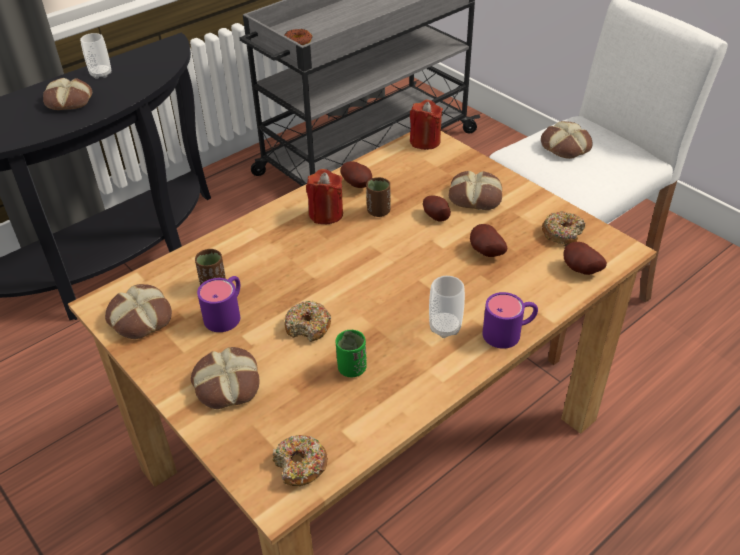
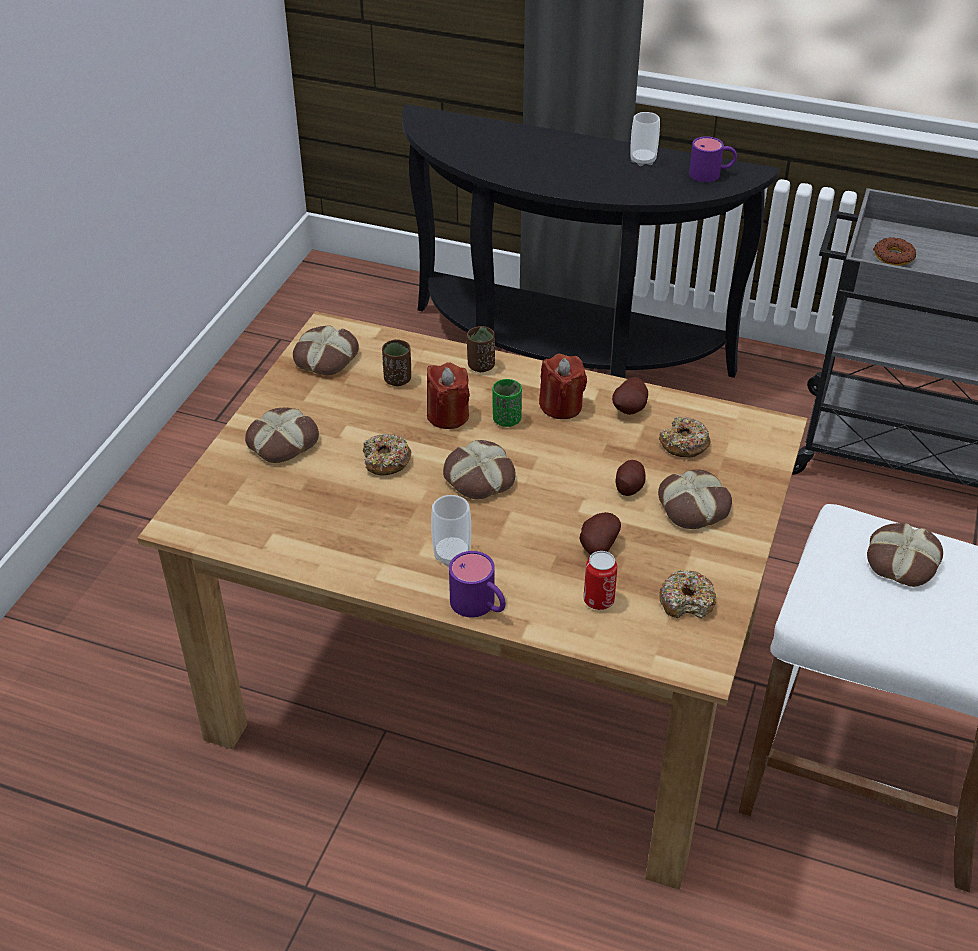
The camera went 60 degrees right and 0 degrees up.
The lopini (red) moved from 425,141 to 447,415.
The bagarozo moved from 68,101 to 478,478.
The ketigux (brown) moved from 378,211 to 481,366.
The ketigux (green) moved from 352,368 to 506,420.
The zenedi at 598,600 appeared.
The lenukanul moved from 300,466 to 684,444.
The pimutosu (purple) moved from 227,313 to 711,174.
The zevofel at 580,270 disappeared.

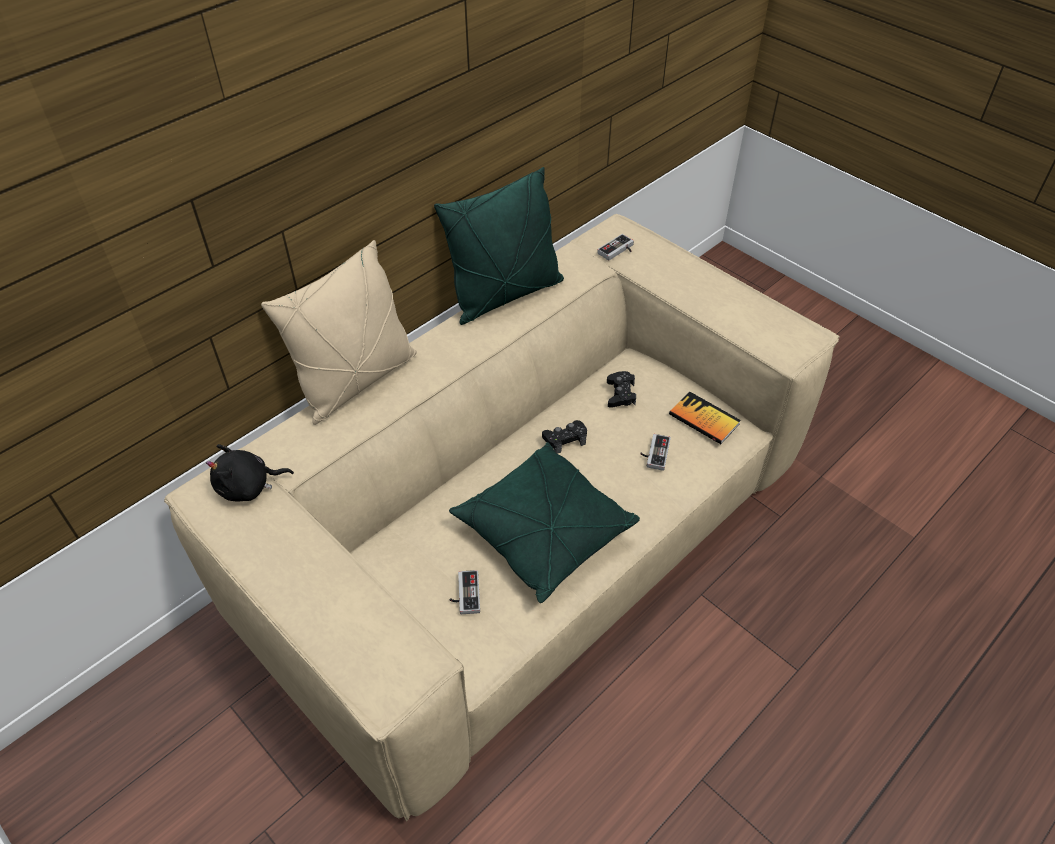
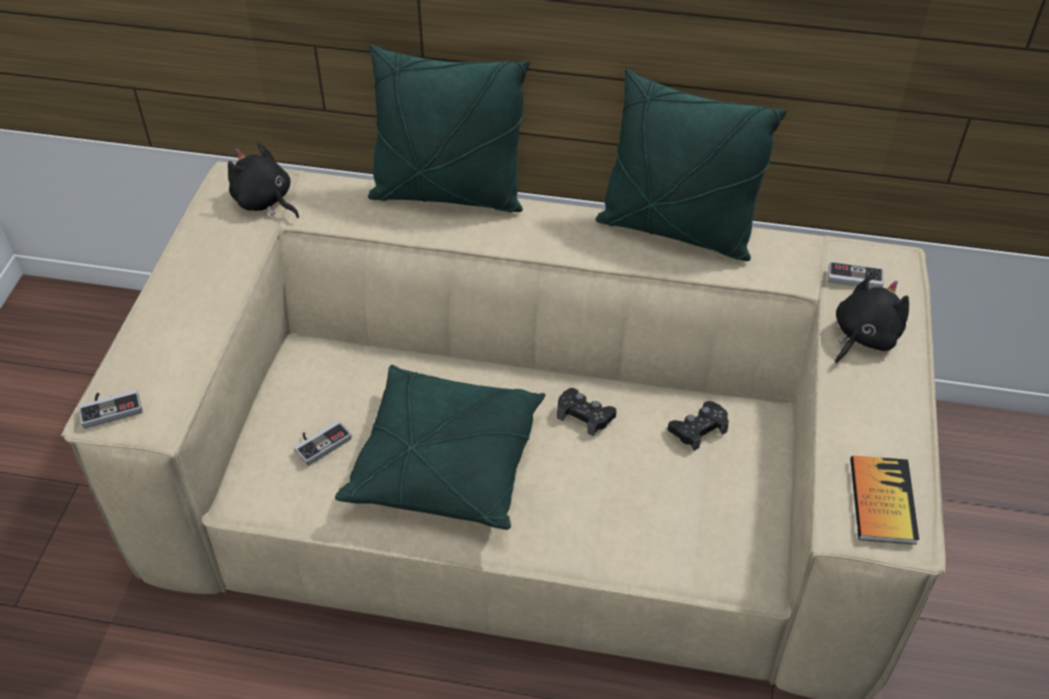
The camera went 55 degrees right and 0 degrees up.
The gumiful moved from 654,453 to 110,407.
The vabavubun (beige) at 356,381 became the vabavubun (green) at 448,194.
The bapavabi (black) at 863,336 appeared.
The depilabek moved from 704,419 to 882,501.

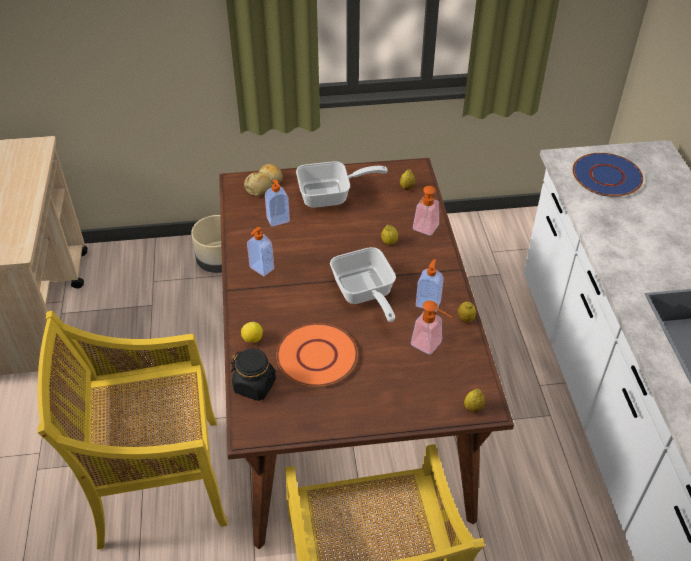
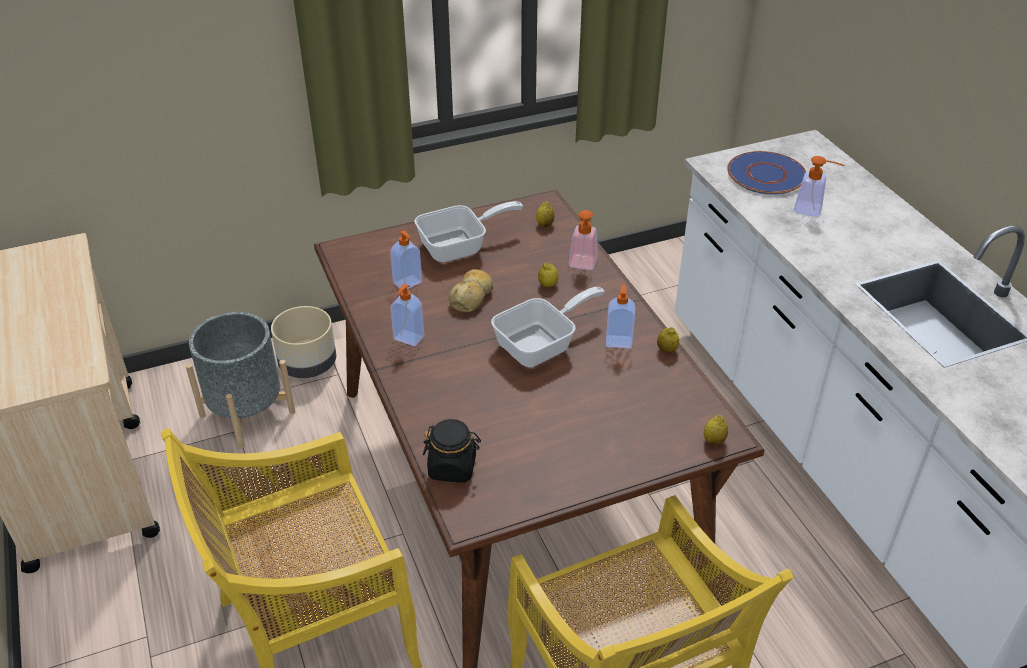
The camera went 15 degrees left and 5 degrees down.
The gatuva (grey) at 247,413 appeared.
The bagarozo moved from 264,184 to 472,296.
The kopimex at 364,294 turned 90 degrees counterclockwise.
The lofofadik moved from 431,345 to 813,210.
The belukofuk at 252,339 disappeared.
The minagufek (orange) at 316,356 disappeared.

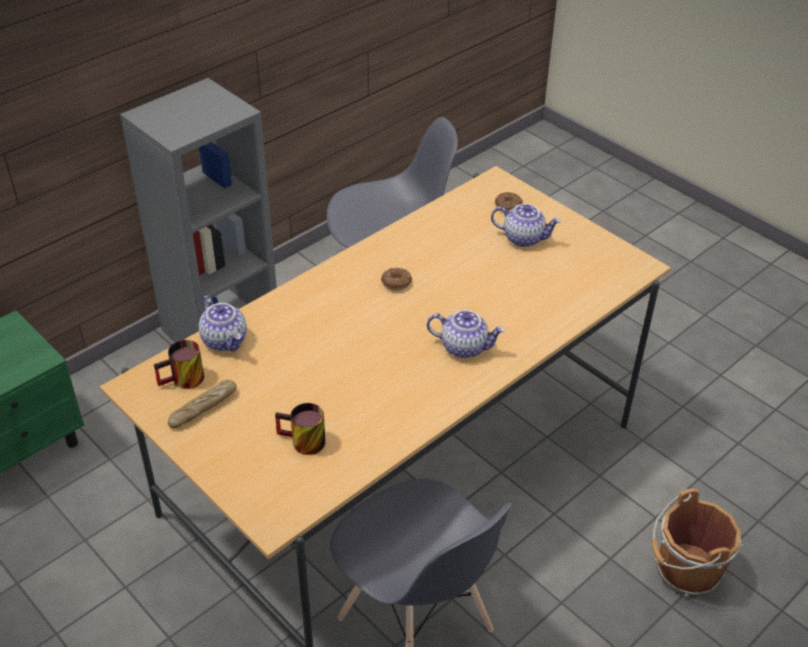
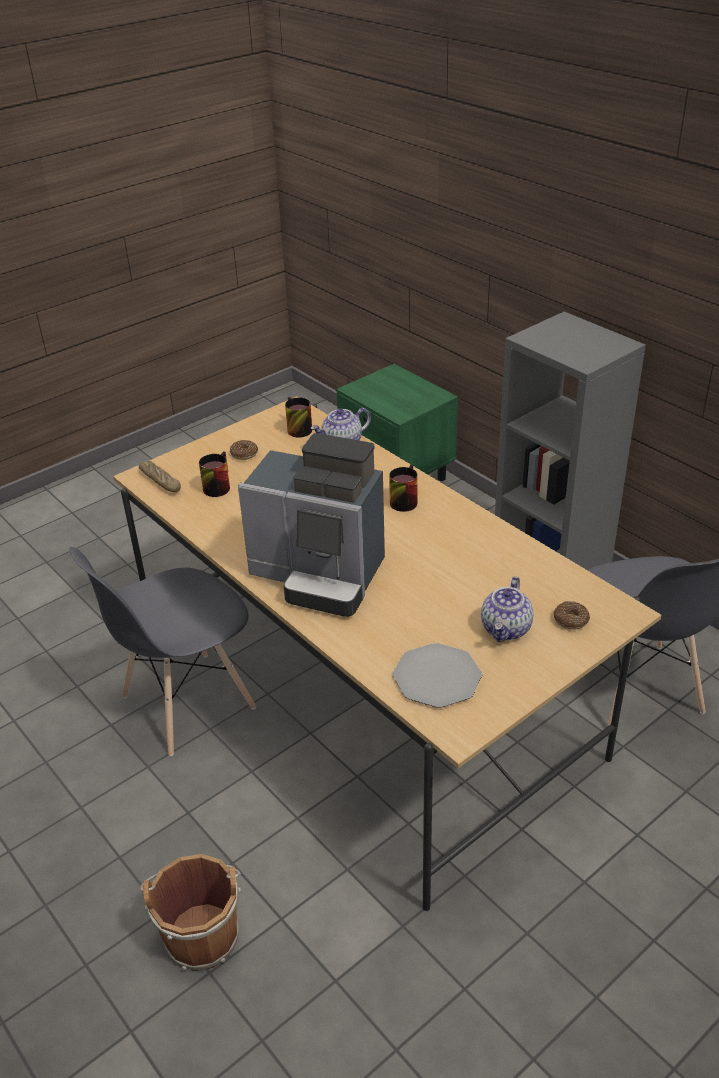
The camera went 95 degrees right and 5 degrees down.
The bagarozo moved from 203,408 to 160,481.
The lenukanul moved from 396,283 to 244,454.
The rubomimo at 464,347 was replaced by the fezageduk at 320,575.
The pimutosu at 402,500 appeared.
The minagufek at 437,677 appeared.

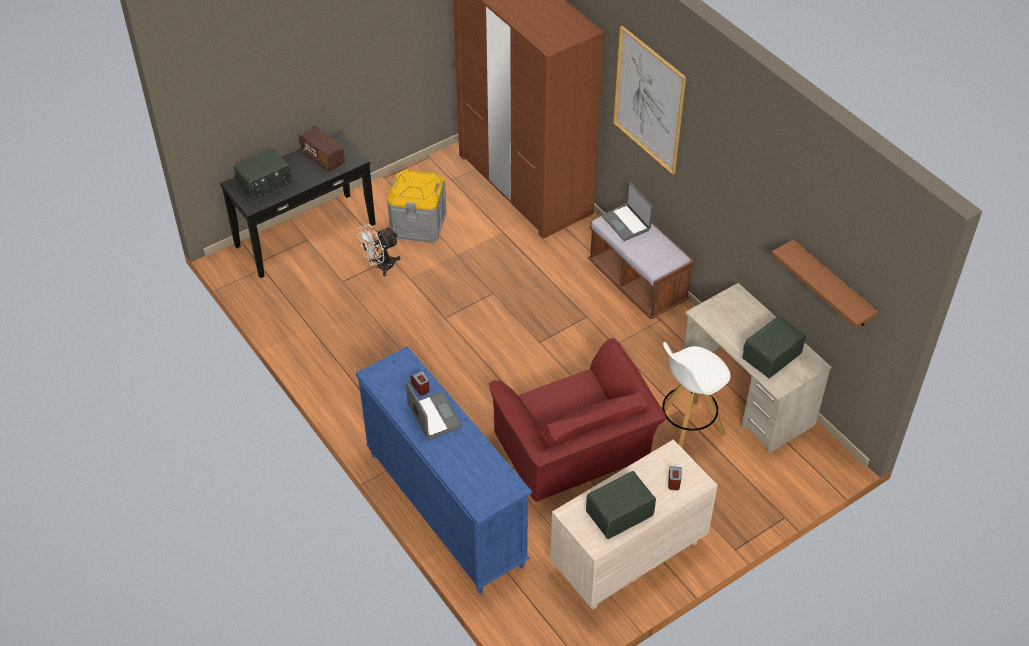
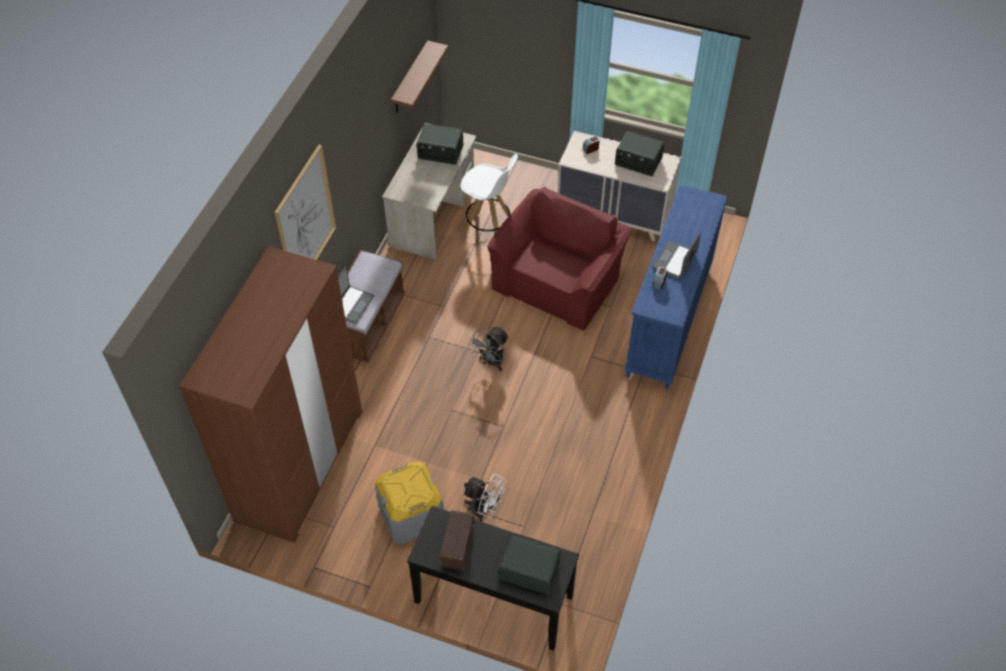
The camera went 125 degrees left and 5 degrees up.
The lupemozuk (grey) at 491,363 appeared.

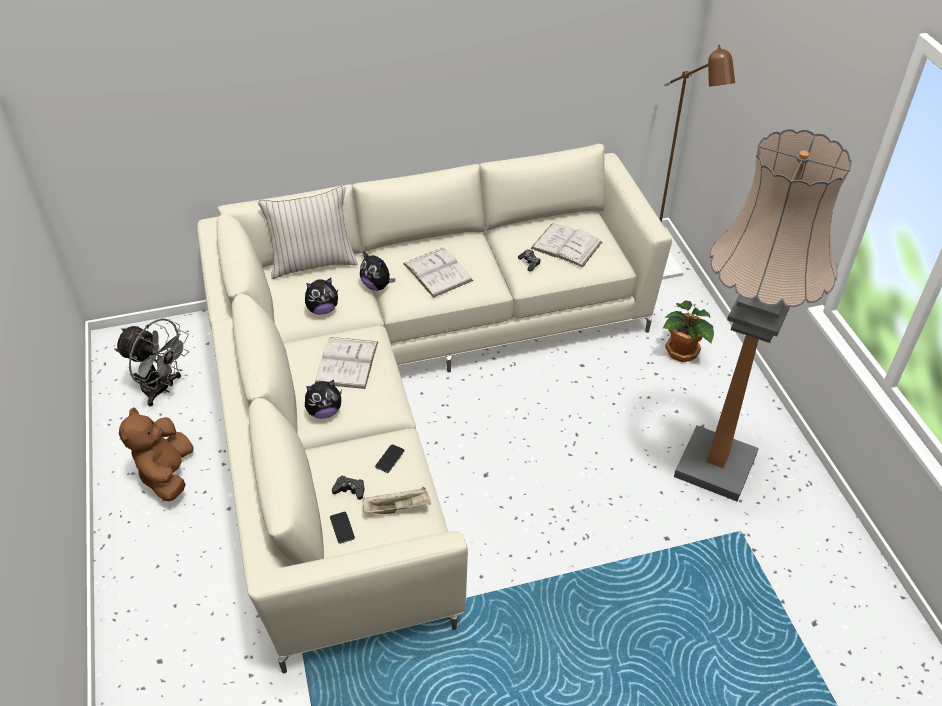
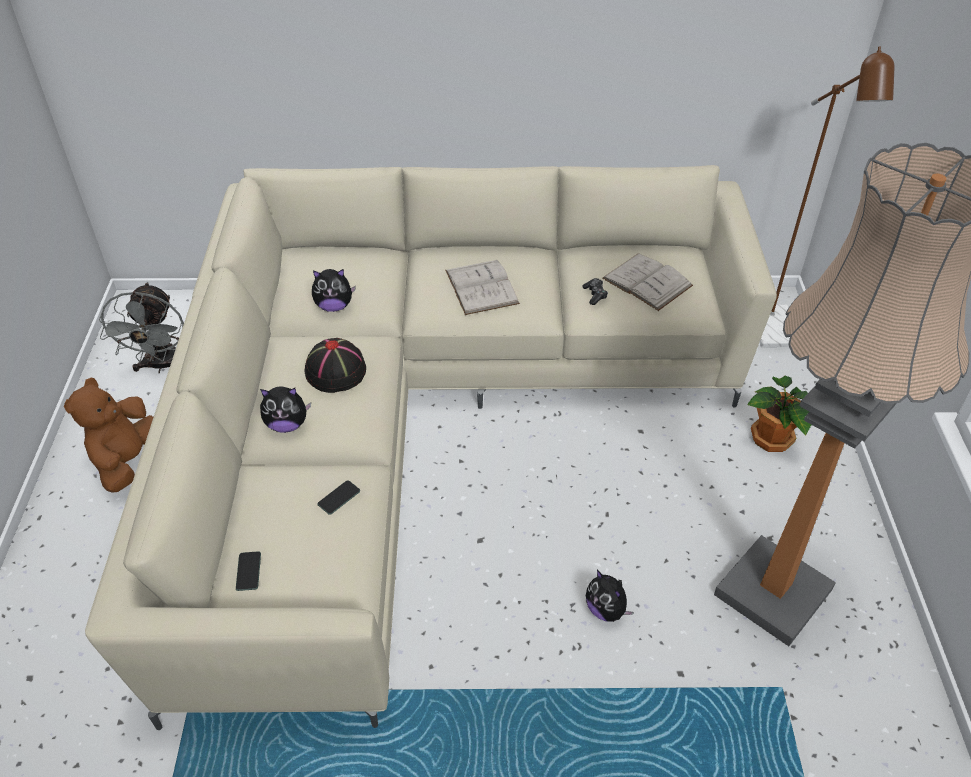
The camera went 15 degrees right and 0 degrees up.
The lupemozuk (grey) at 162,389 turned 45 degrees clockwise.
The depilabek (white) at 347,362 was replaced by the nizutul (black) at 336,372.
The bapavabi moved from 377,286 to 606,610.
The vabavubun (beige) at 312,263 disappeared.
The gumiful (black) at 350,490 disappeared.
The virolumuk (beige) at 398,507 disappeared.

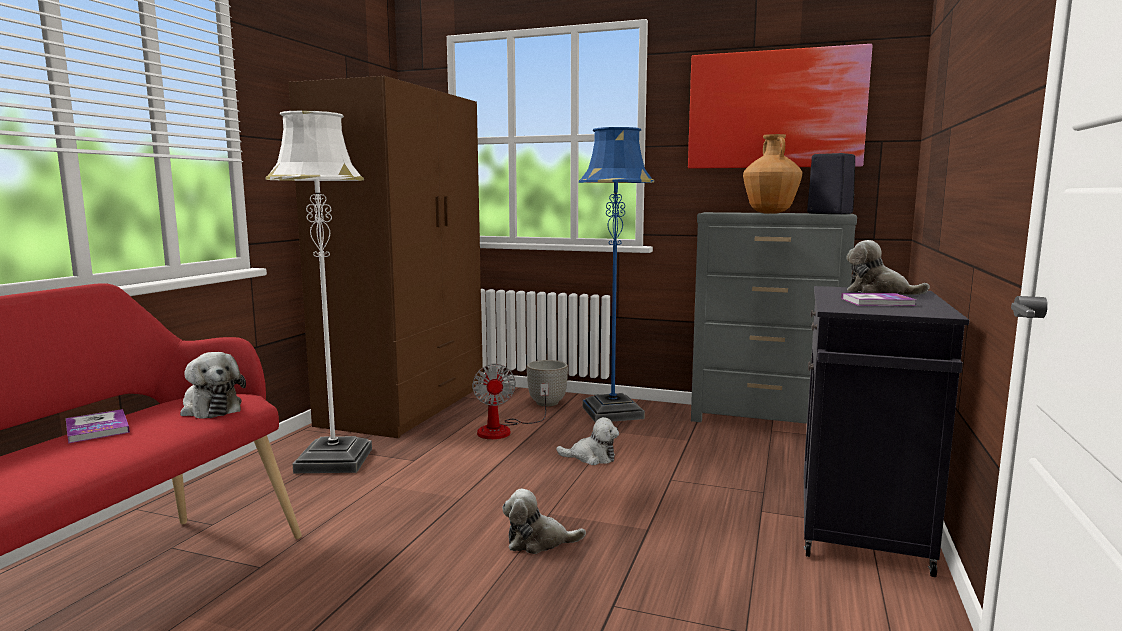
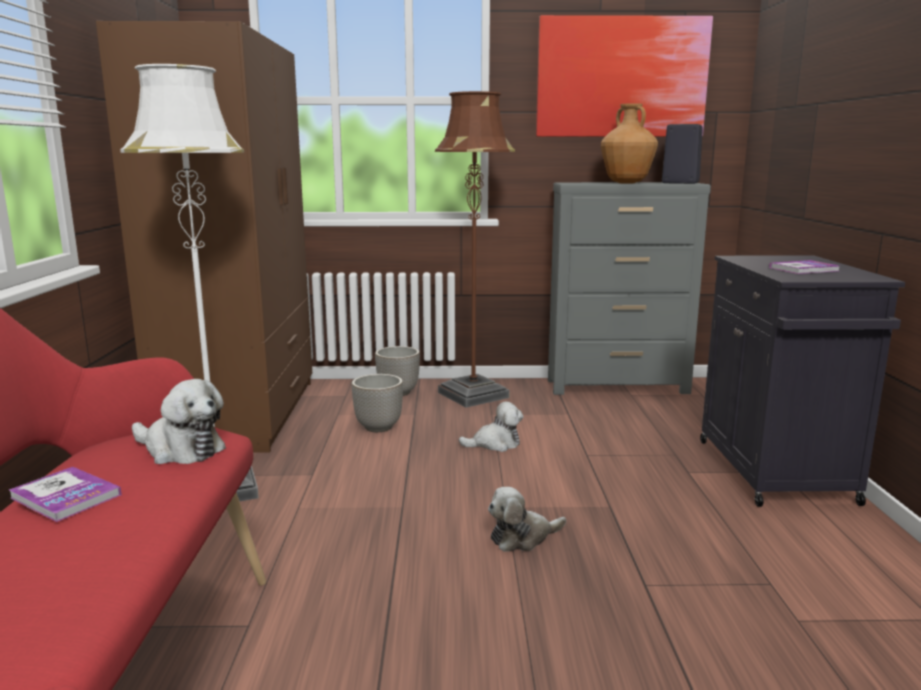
The camera went 20 degrees left and 5 degrees up.
The lupemozuk at 503,430 was replaced by the gatuva at 379,427.
The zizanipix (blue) at 612,412 became the zizanipix (brown) at 473,395.
The bapavabi at 878,292 disappeared.

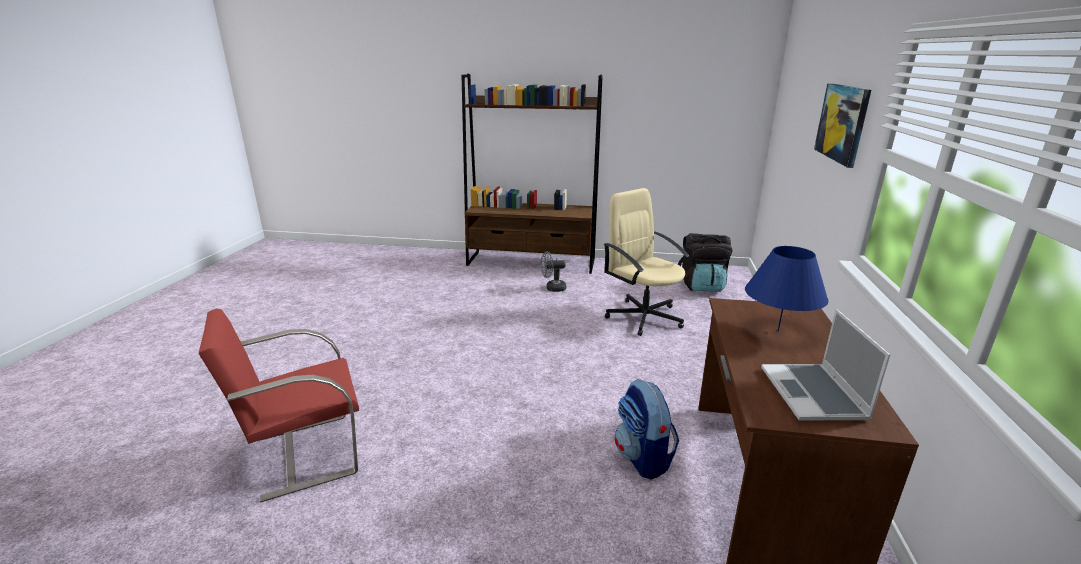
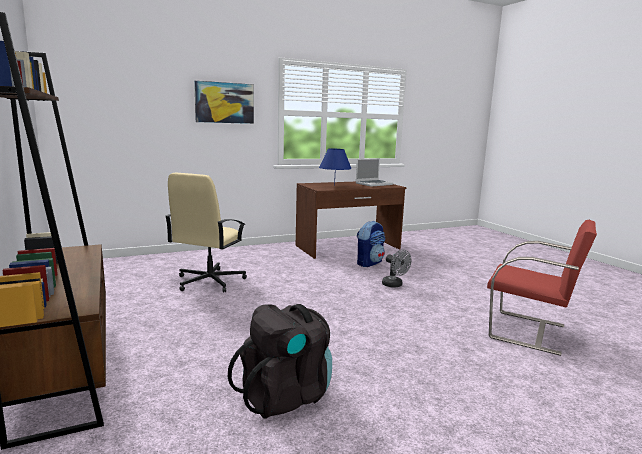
The camera went 125 degrees left and 10 degrees down.
The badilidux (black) moved from 702,286 to 286,395.
The lupemozuk (grey) moved from 552,288 to 394,285.

